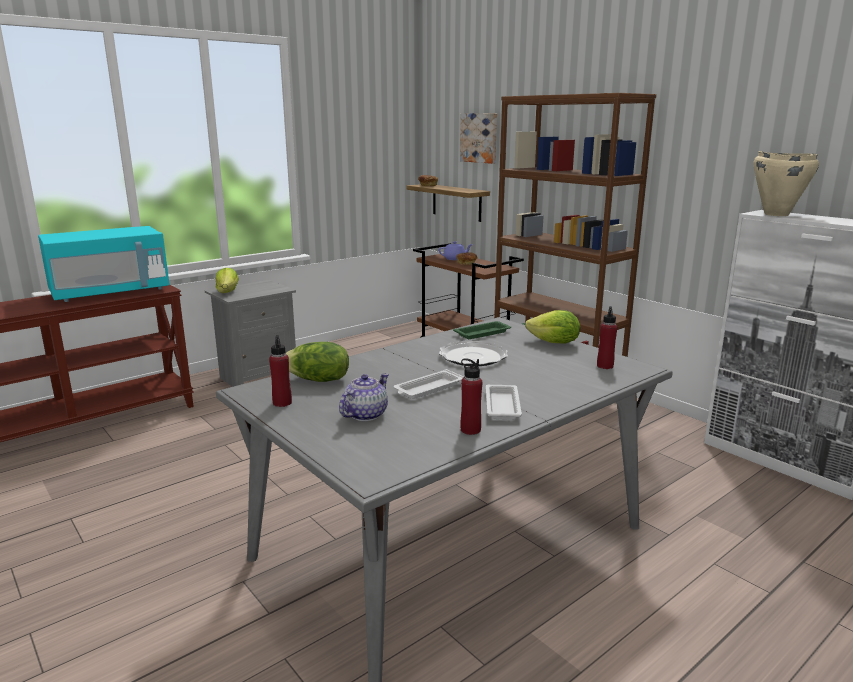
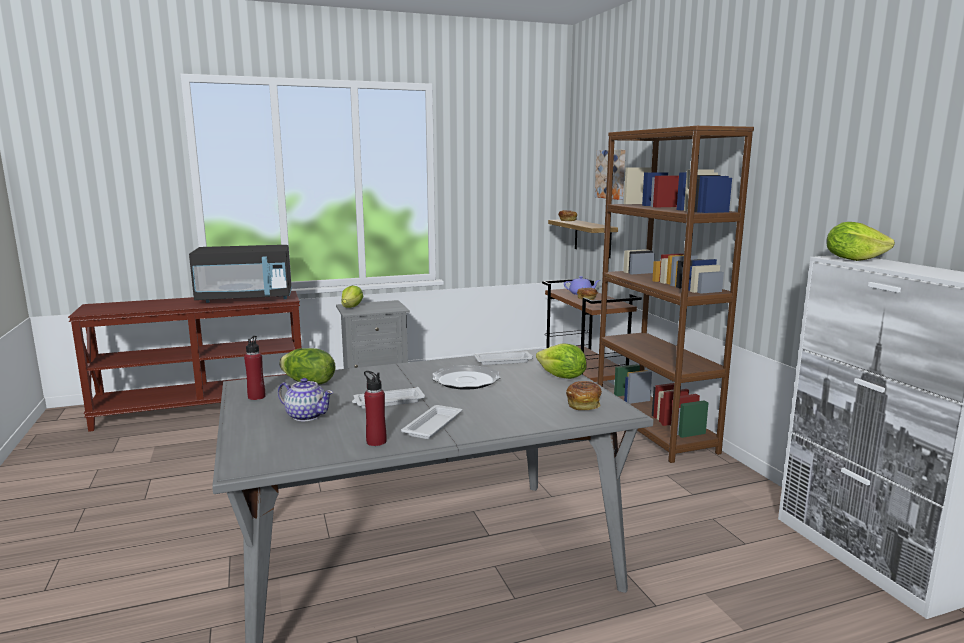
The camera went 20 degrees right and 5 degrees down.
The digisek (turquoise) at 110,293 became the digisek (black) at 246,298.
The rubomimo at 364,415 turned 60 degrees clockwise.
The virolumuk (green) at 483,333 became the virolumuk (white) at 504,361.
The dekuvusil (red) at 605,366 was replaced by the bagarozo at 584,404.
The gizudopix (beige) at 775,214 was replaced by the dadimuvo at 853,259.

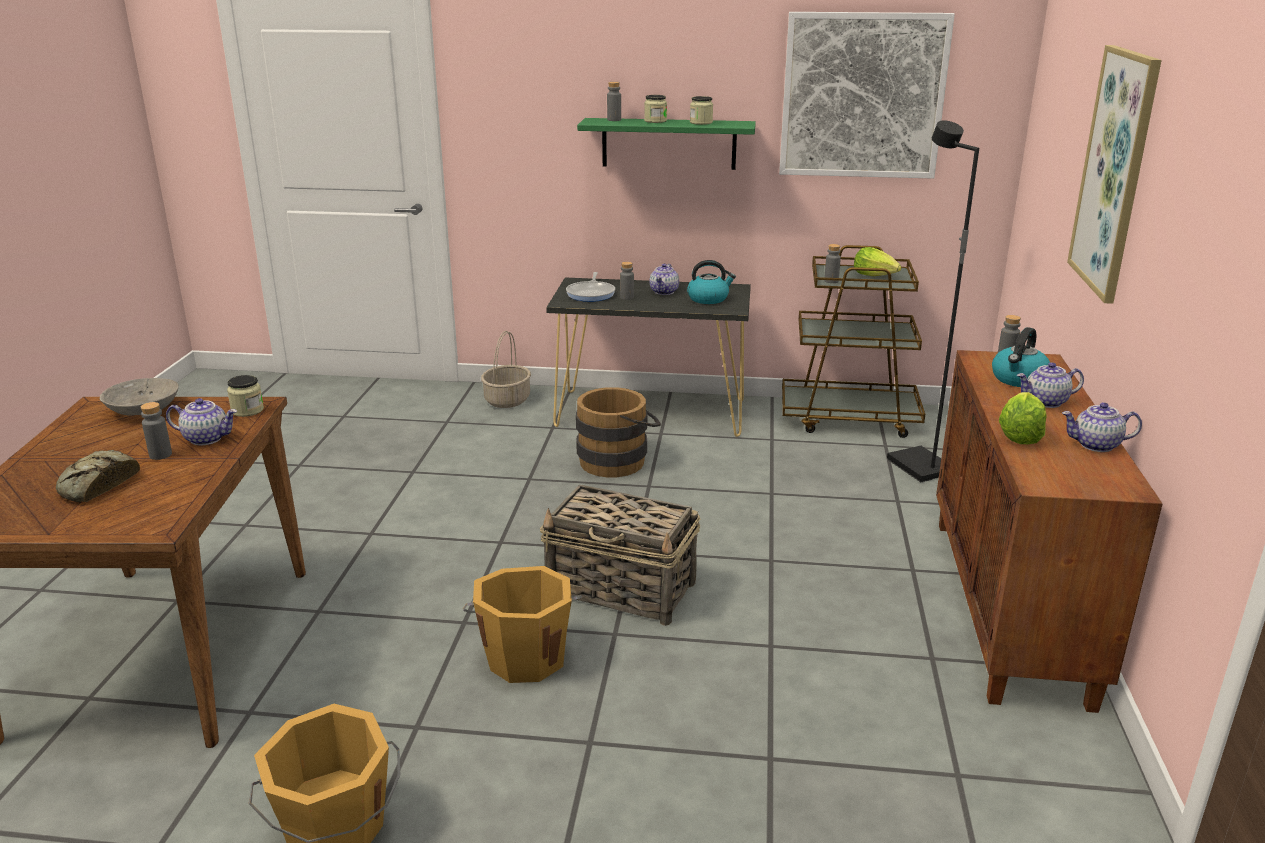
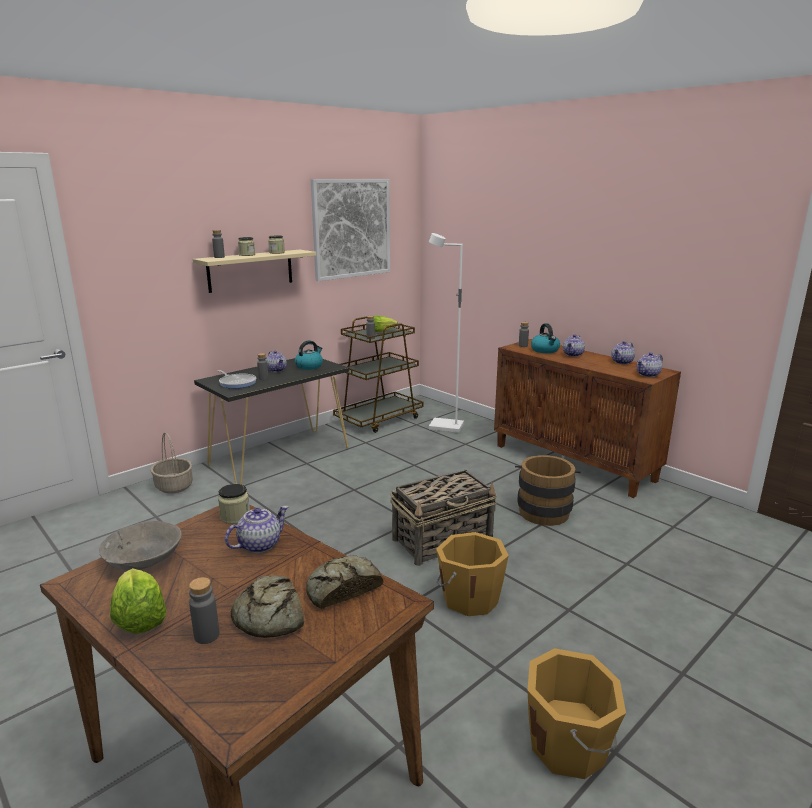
The camera went 50 degrees left and 5 degrees down.
The dadimuvo moved from 1020,436 to 140,618.
The dekuvusil (grey) moved from 160,455 to 207,635.
The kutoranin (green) at 669,143 became the kutoranin (beige) at 250,270.
The bagarozo at 342,588 appeared.
The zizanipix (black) at 918,467 became the zizanipix (white) at 445,427.
The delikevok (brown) moved from 618,460 to 543,510.
The rubomimo at 648,375 appeared.
The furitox at 1115,172 disappeared.

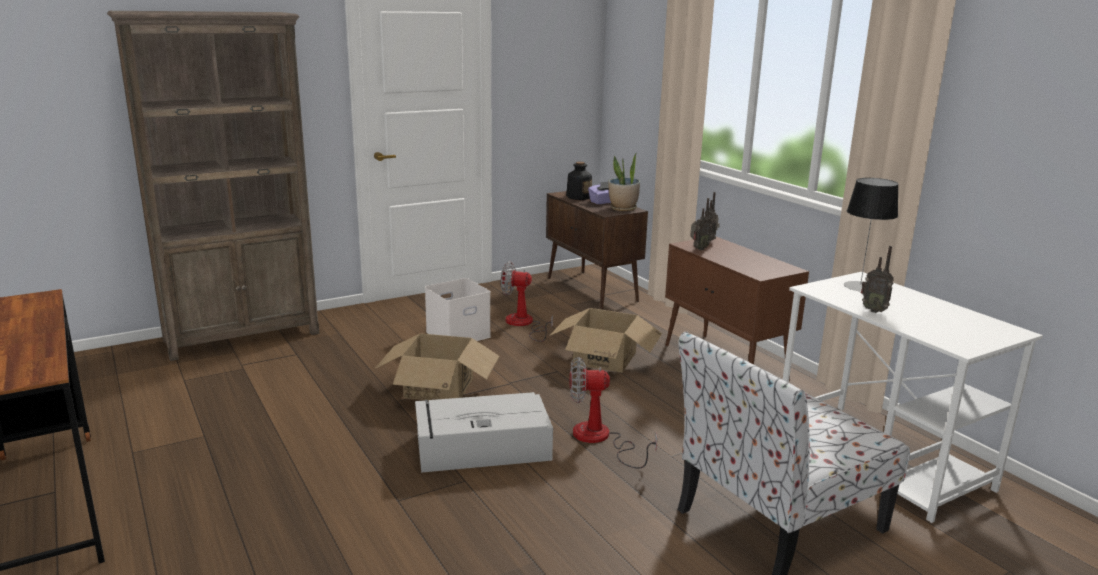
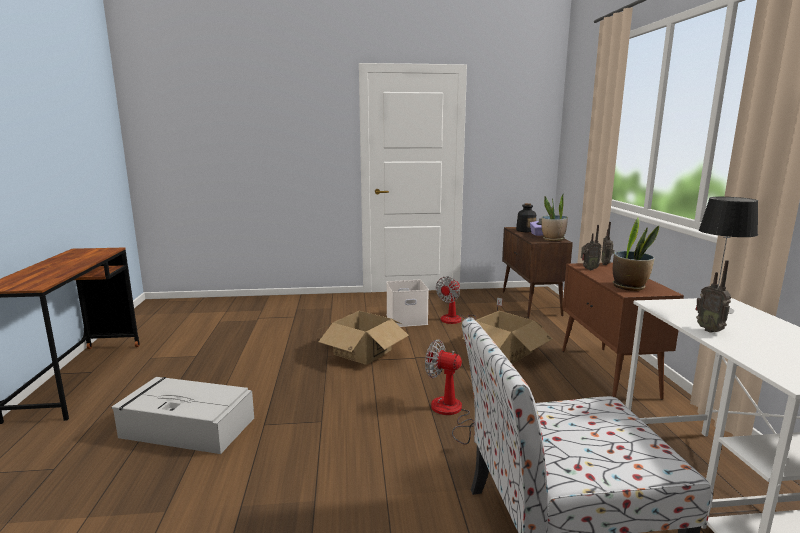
The camera went 25 degrees right and 5 degrees down.
The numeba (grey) moved from 480,447 to 186,427.
The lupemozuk at 523,324 turned 90 degrees counterclockwise.
The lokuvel at 629,287 appeared.
The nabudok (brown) at 243,336 disappeared.

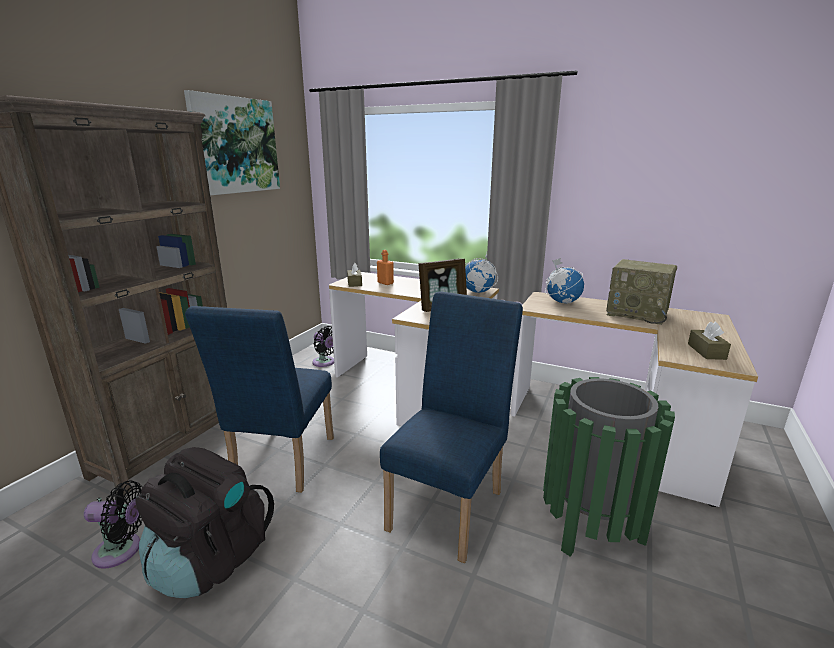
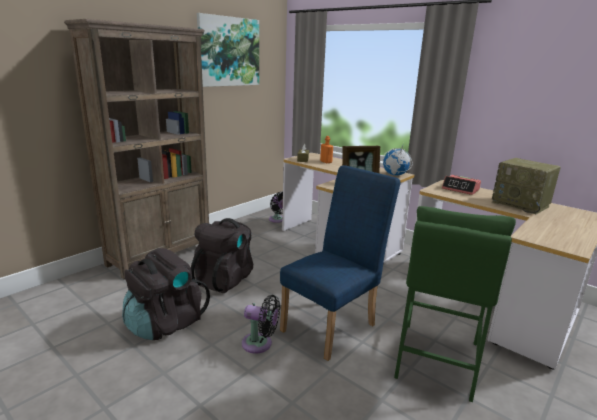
The camera went 15 degrees right and 0 degrees up.
The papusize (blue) at 280,464 was replaced by the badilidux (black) at 225,279.
The lupemozuk (black) moved from 122,550 to 260,344.
The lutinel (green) at 591,525 was replaced by the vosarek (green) at 436,359.
The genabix at 562,302 was replaced by the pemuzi at 460,189.
The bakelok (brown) at 706,351 disappeared.

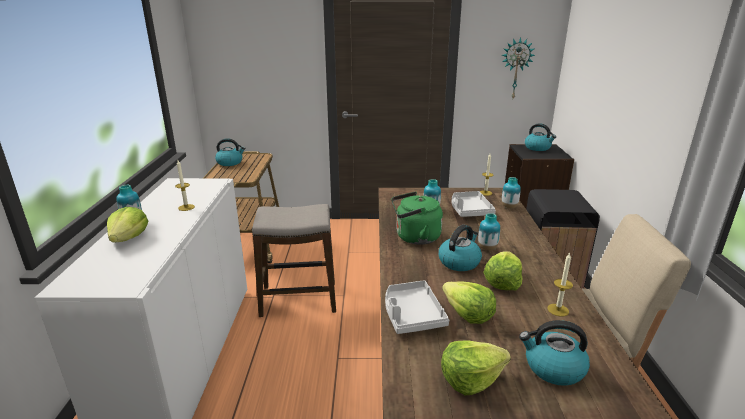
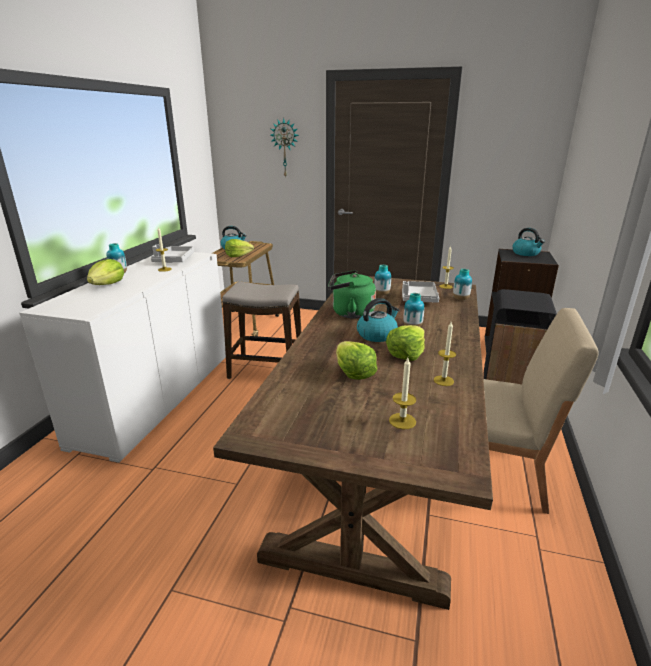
The camera went 15 degrees right and 0 degrees up.
The virolumuk (grey) moved from 412,315 to 174,260.
The dadimuvo moved from 470,379 to 238,255.
The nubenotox moved from 515,68 to 285,148.
The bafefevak at 553,368 was replaced by the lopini at 402,421.

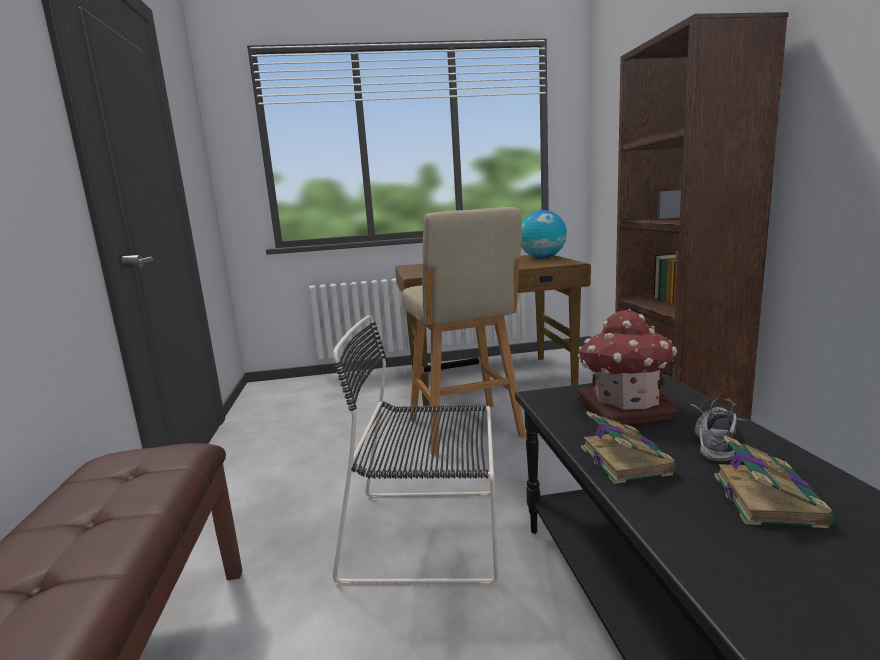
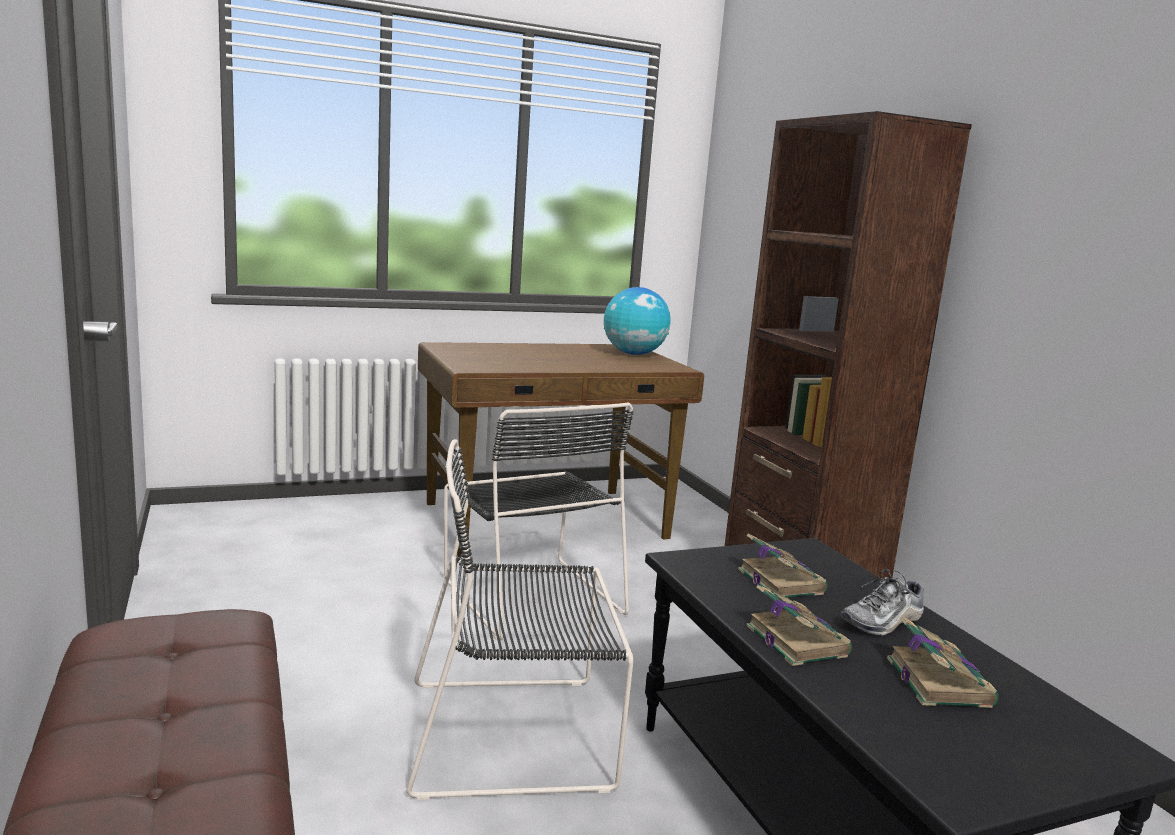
The camera went 15 degrees left and 0 degrees up.
The vosarek (beige) at 466,429 was replaced by the papusize (black) at 530,594.
The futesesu at 623,409 was replaced by the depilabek at 779,580.
The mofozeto at 716,441 turned 135 degrees counterclockwise.

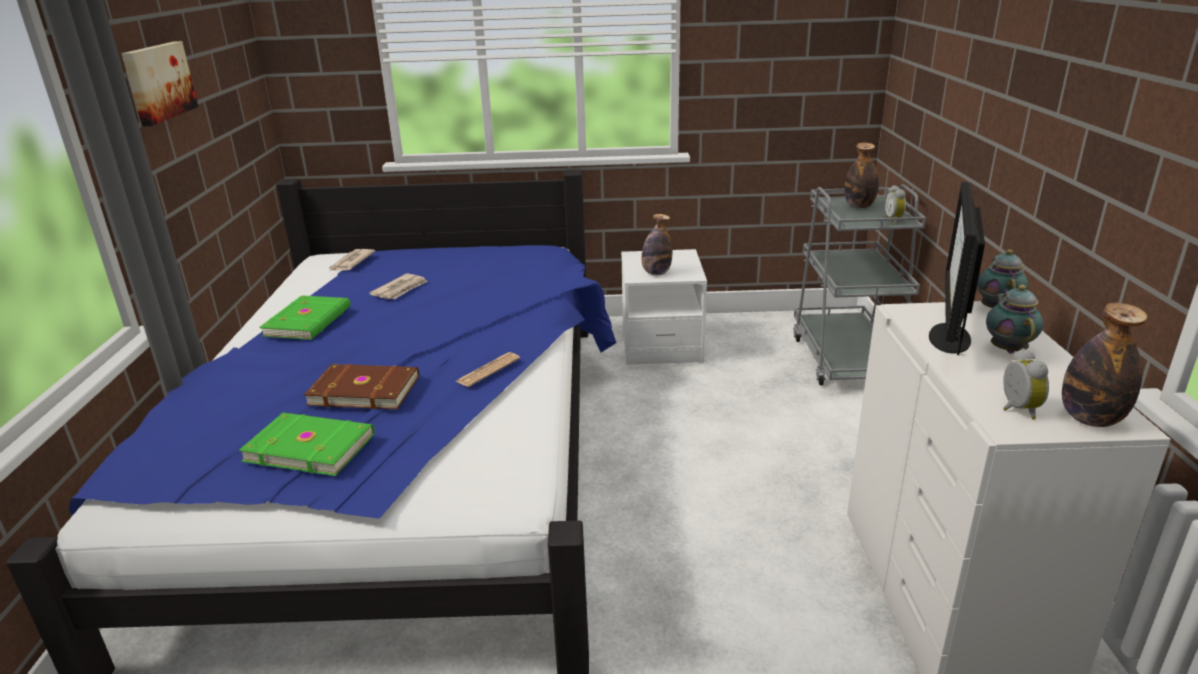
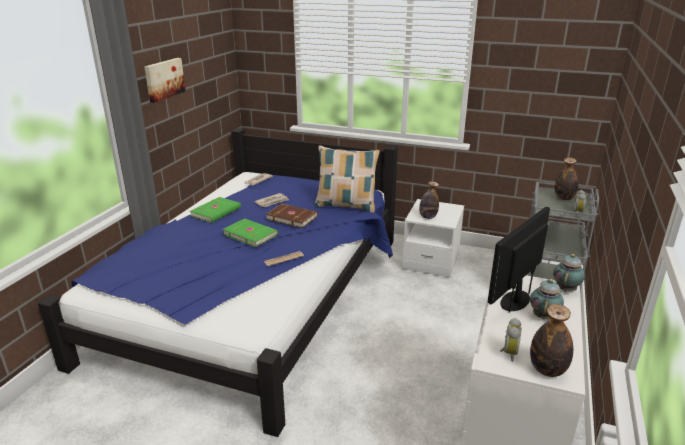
The camera went 20 degrees right and 0 degrees up.
The depilabek (green) moved from 310,446 to 251,234.
The depilabek (brown) moved from 364,389 to 292,217.
The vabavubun at 346,206 appeared.

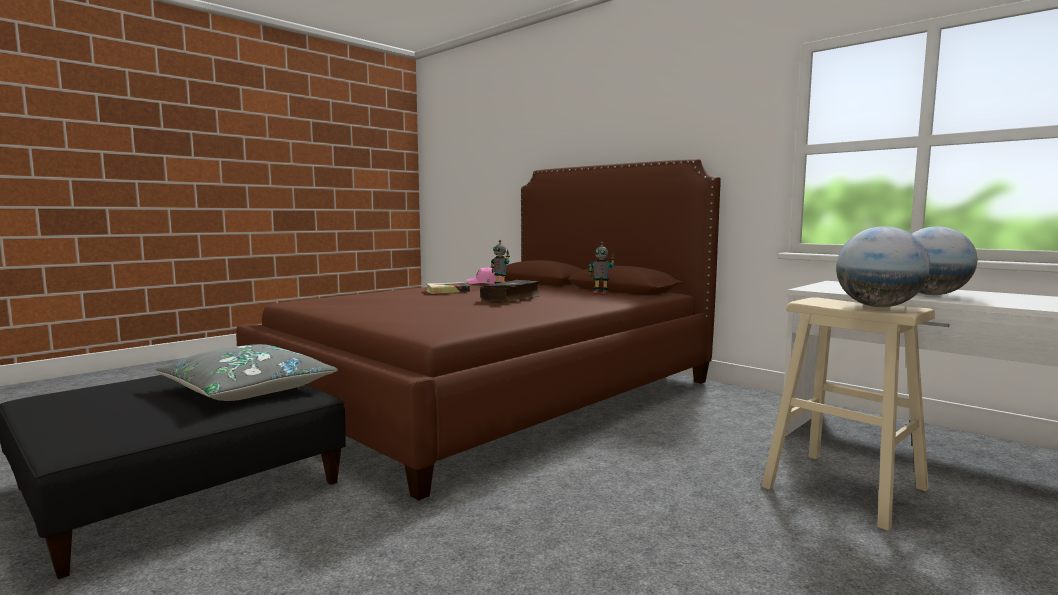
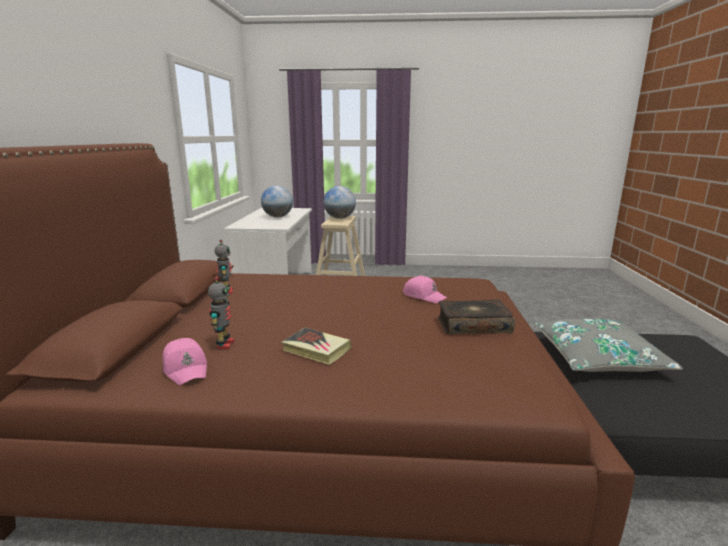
The camera went 130 degrees left and 10 degrees up.
The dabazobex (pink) at 424,296 appeared.
The depilabek moved from 512,299 to 473,325.

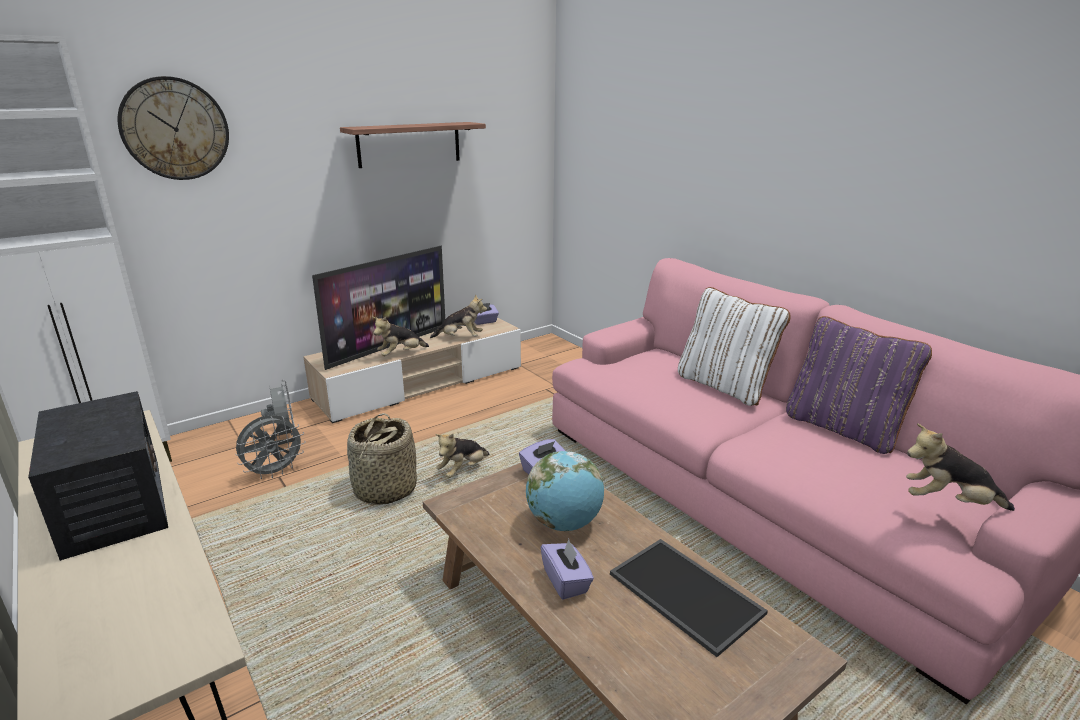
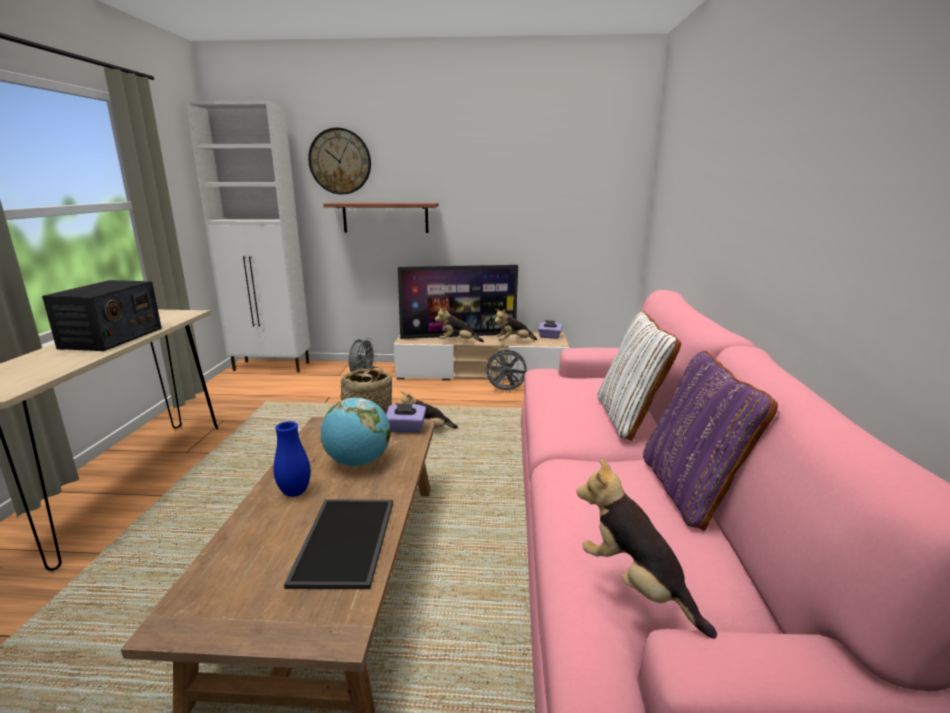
The camera went 40 degrees right and 5 degrees down.
The bakelok (purple) at 566,581 was replaced by the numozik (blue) at 295,492.
The kutoranin moved from 409,144 to 385,217.
The lupemozuk (grey) moved from 274,472 to 506,391.
The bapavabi at 460,338 turned 120 degrees clockwise.

